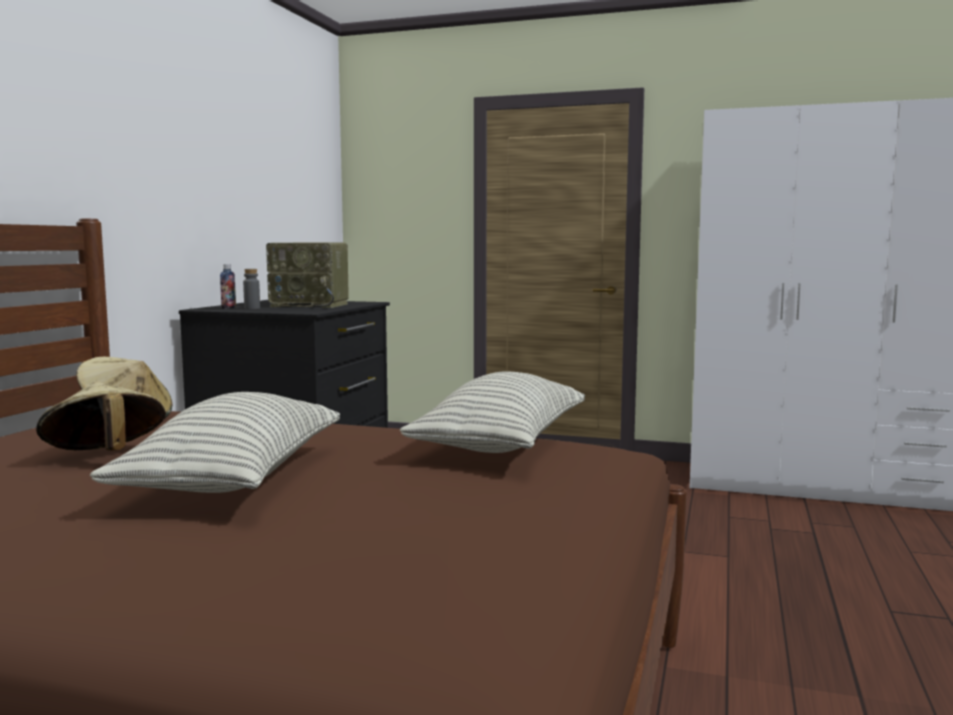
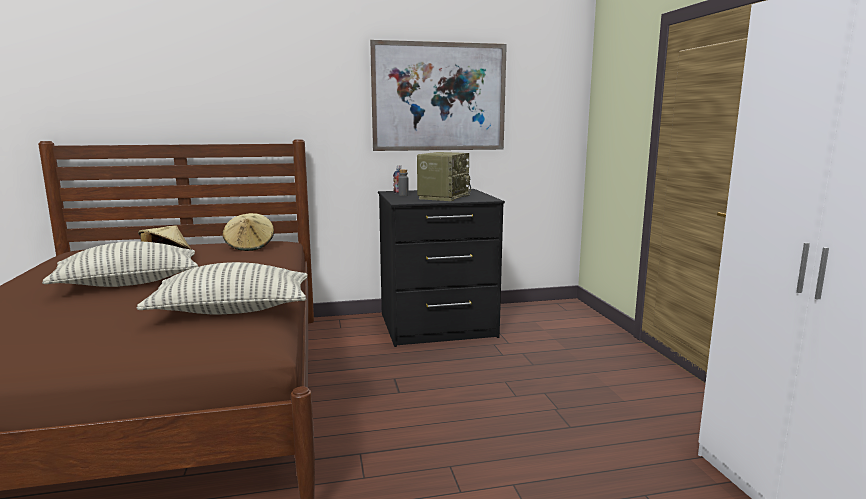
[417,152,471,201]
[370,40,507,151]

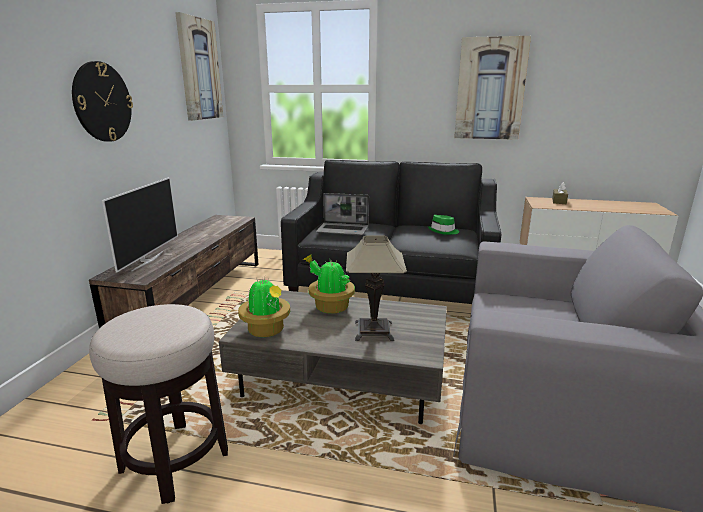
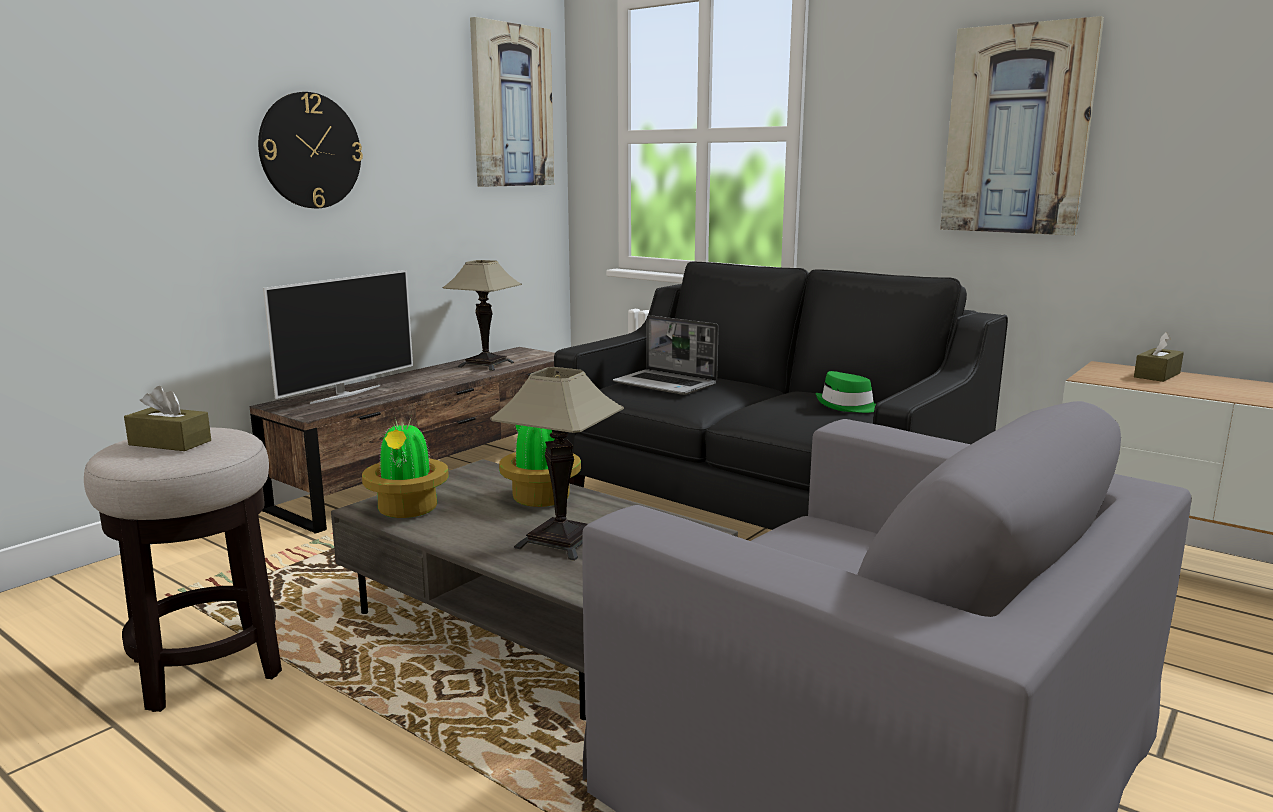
[442,260,522,371]
[124,386,211,451]

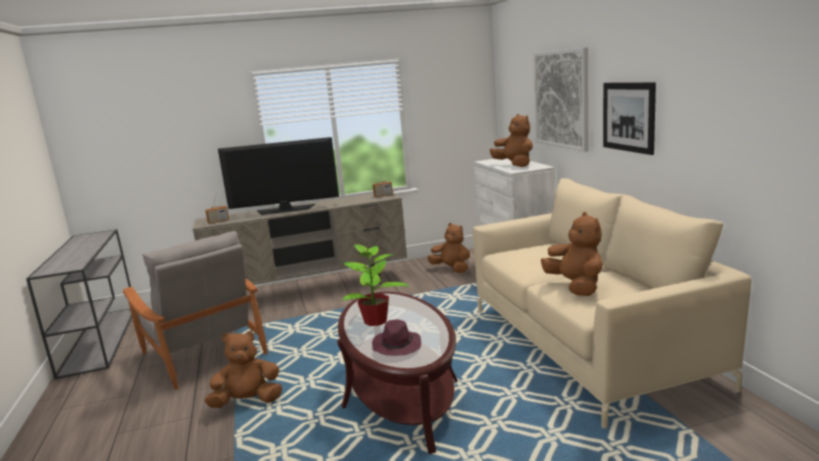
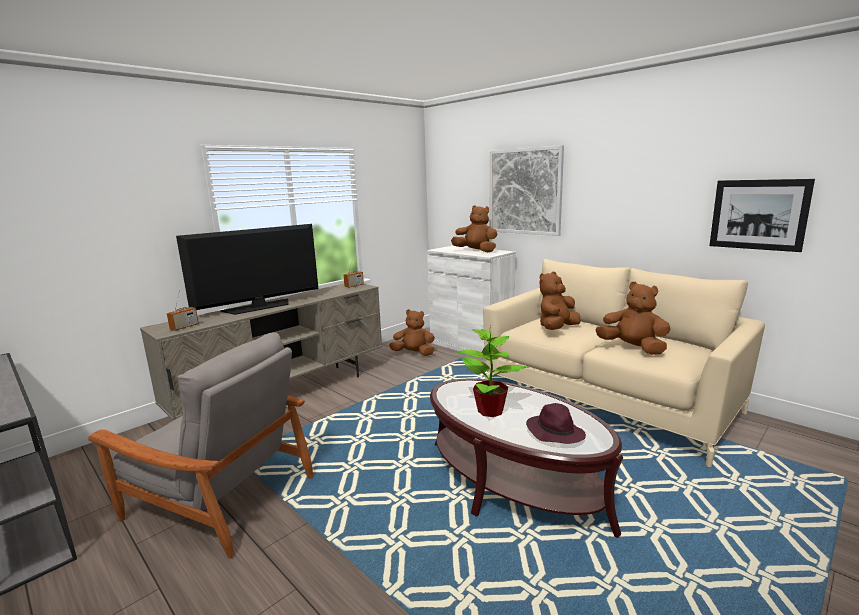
[709,179,815,252]
[539,272,581,330]

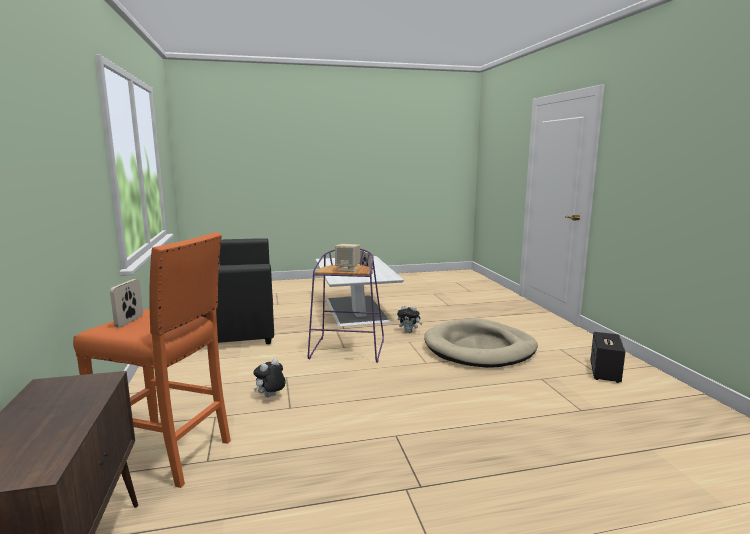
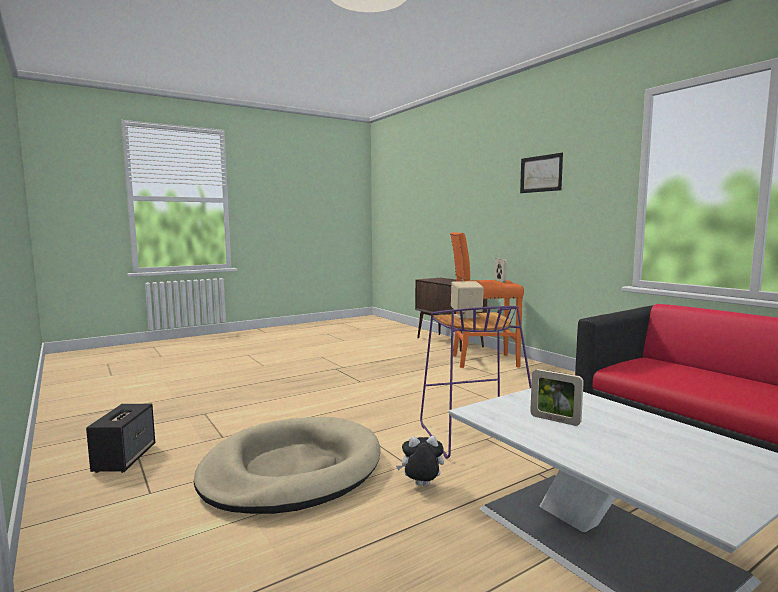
[253,359,286,397] (first image)
[520,153,563,193]

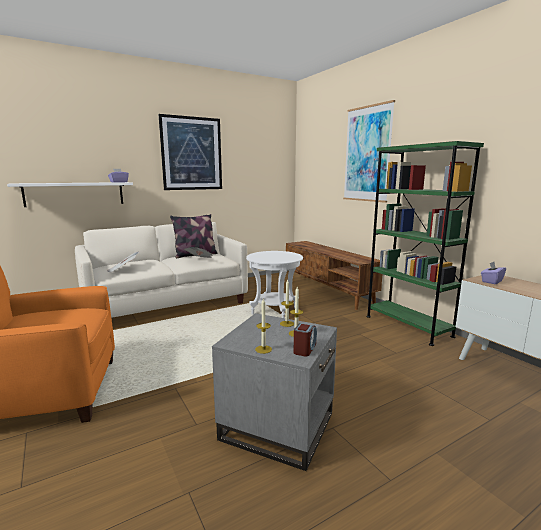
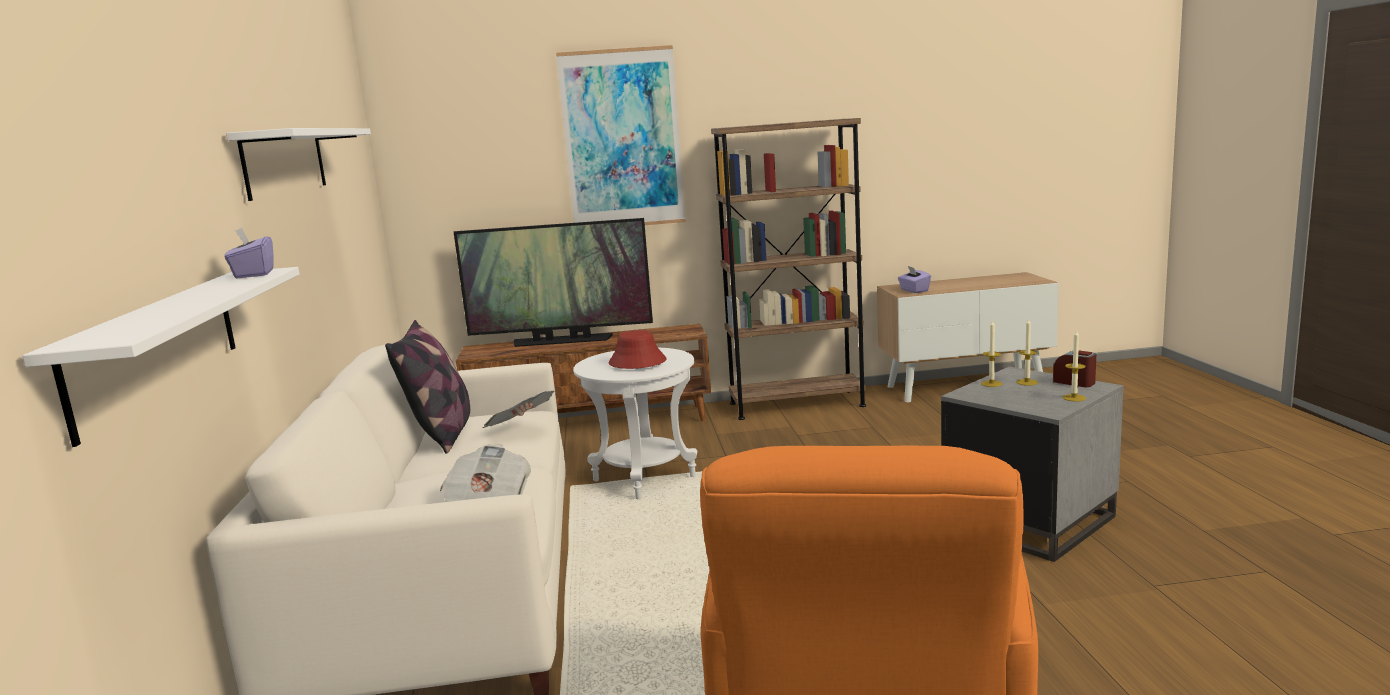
[226,128,371,201]
[711,118,866,420]
[454,218,653,347]
[608,330,667,369]

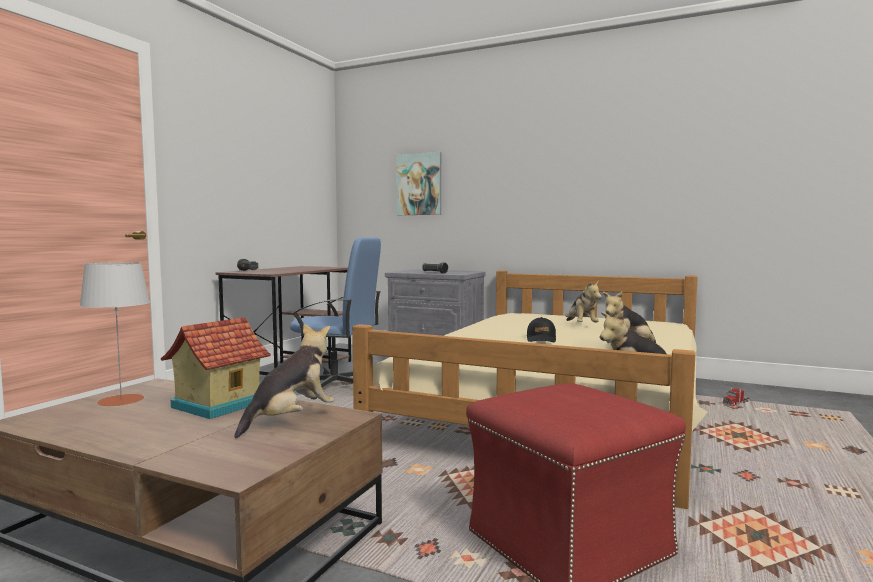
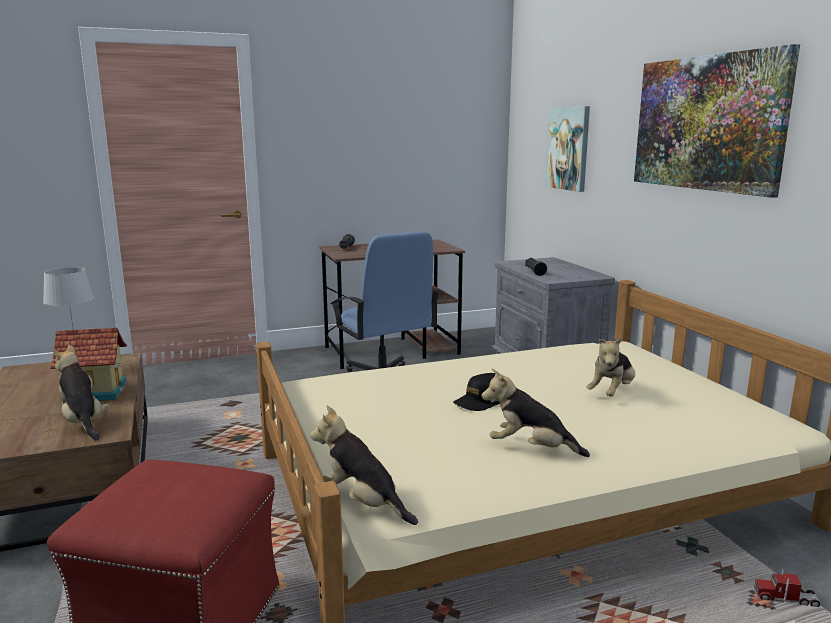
[52,345,109,440]
[634,44,800,198]

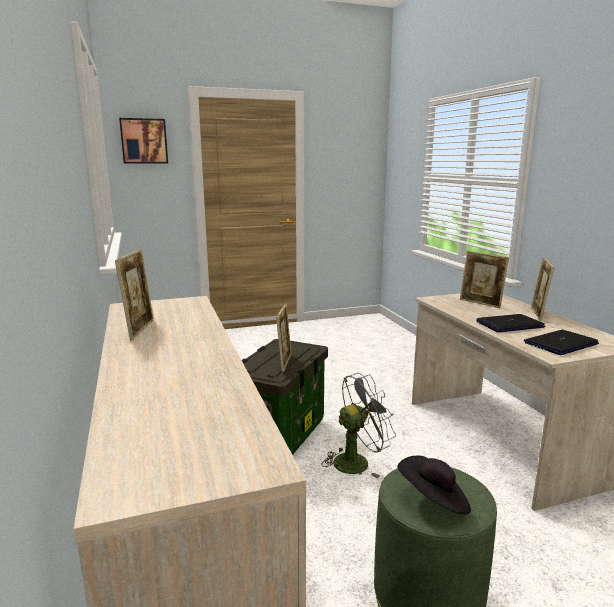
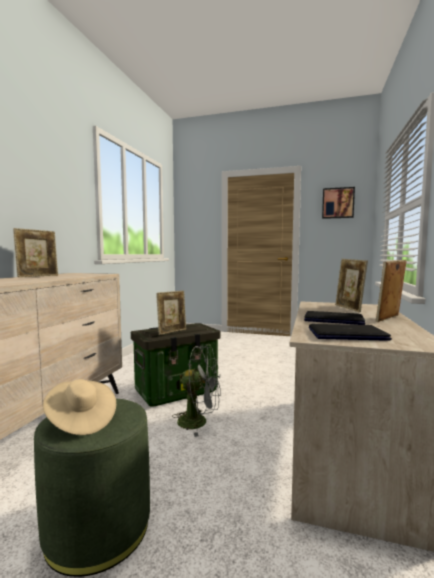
[322,187,355,219]
[43,379,116,435]

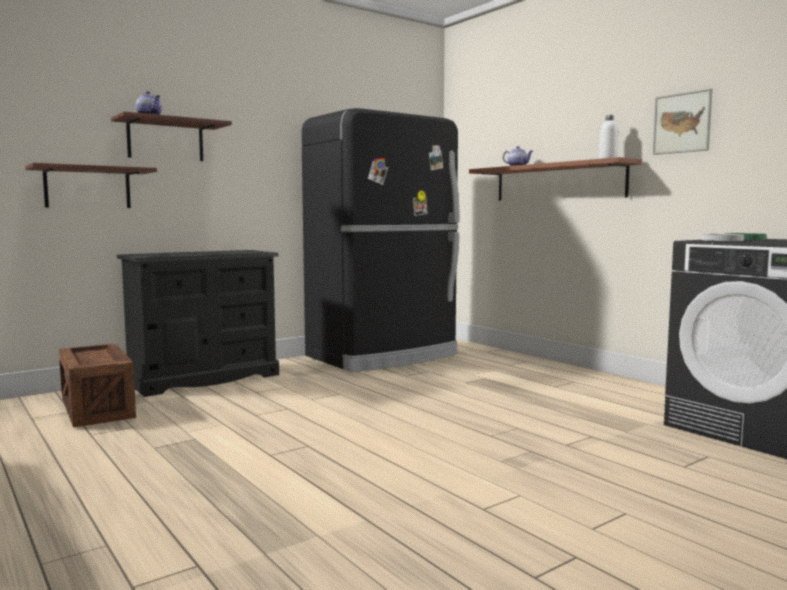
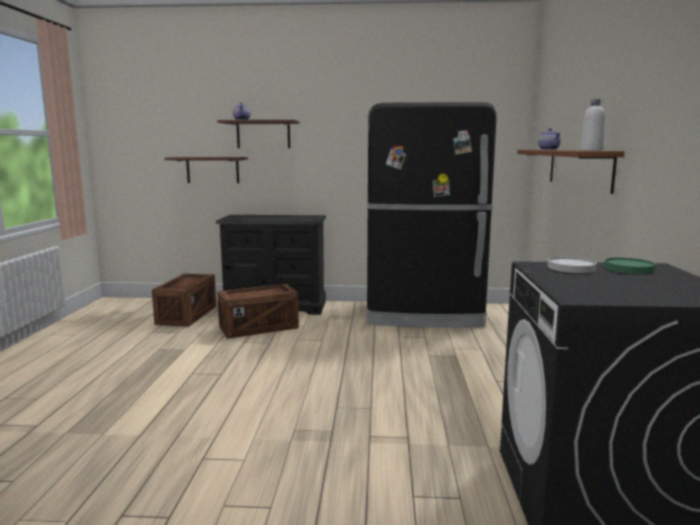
[653,89,712,155] (first image)
[217,284,299,339]

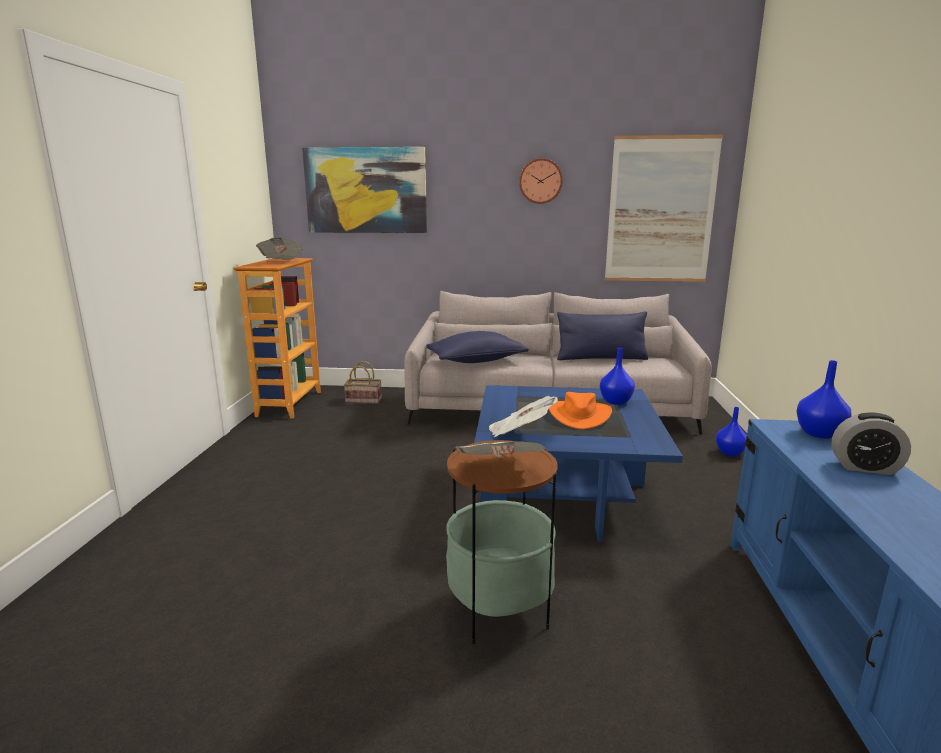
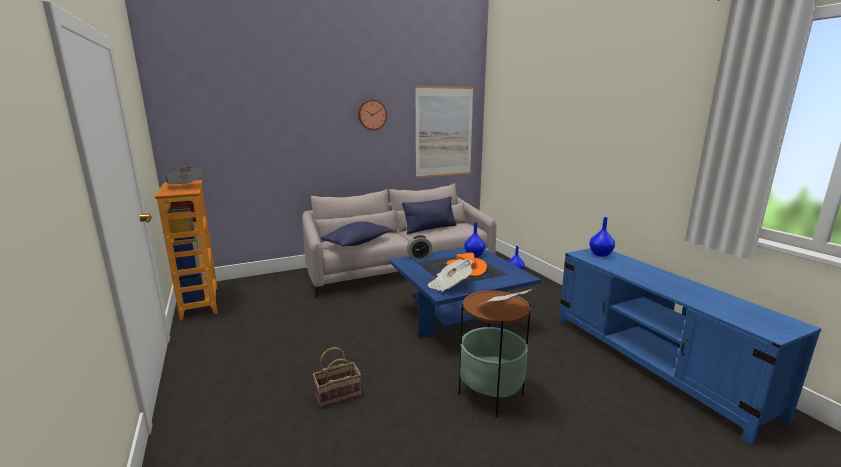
[302,147,427,233] (first image)
[313,347,361,408]
[407,235,433,259]

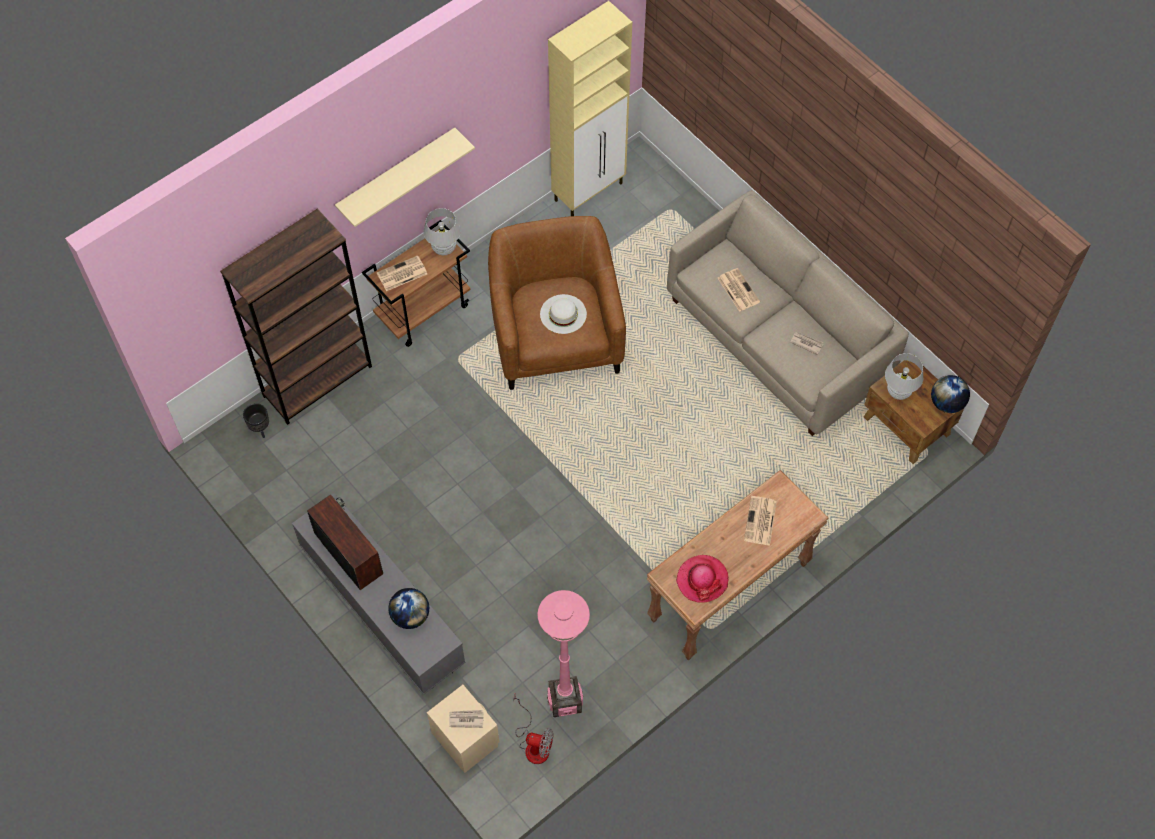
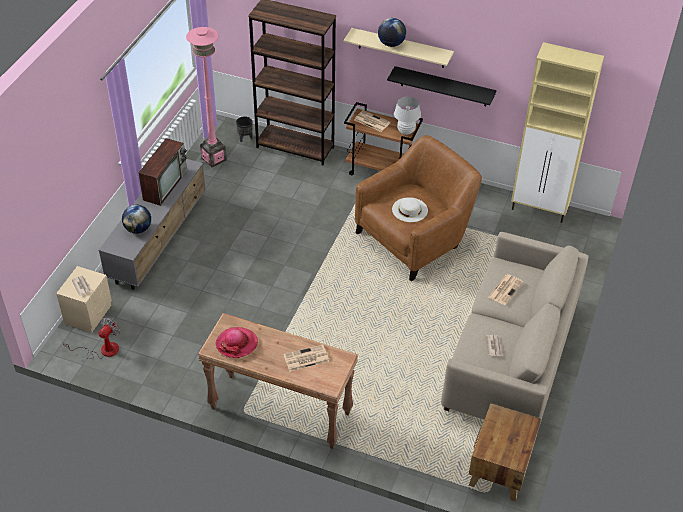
[885,353,923,400] (first image)
[378,18,406,47]
[186,27,227,167]
[63,317,120,359]
[387,66,497,106]

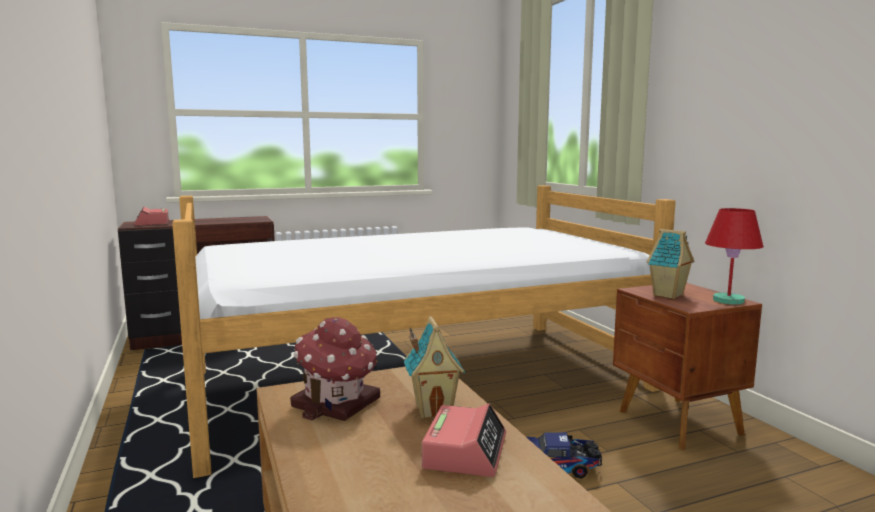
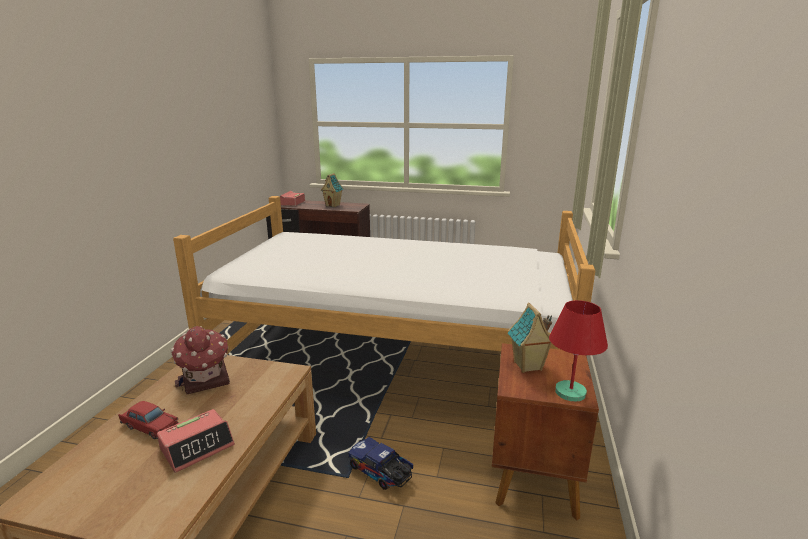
[321,173,344,207]
[118,401,179,439]

